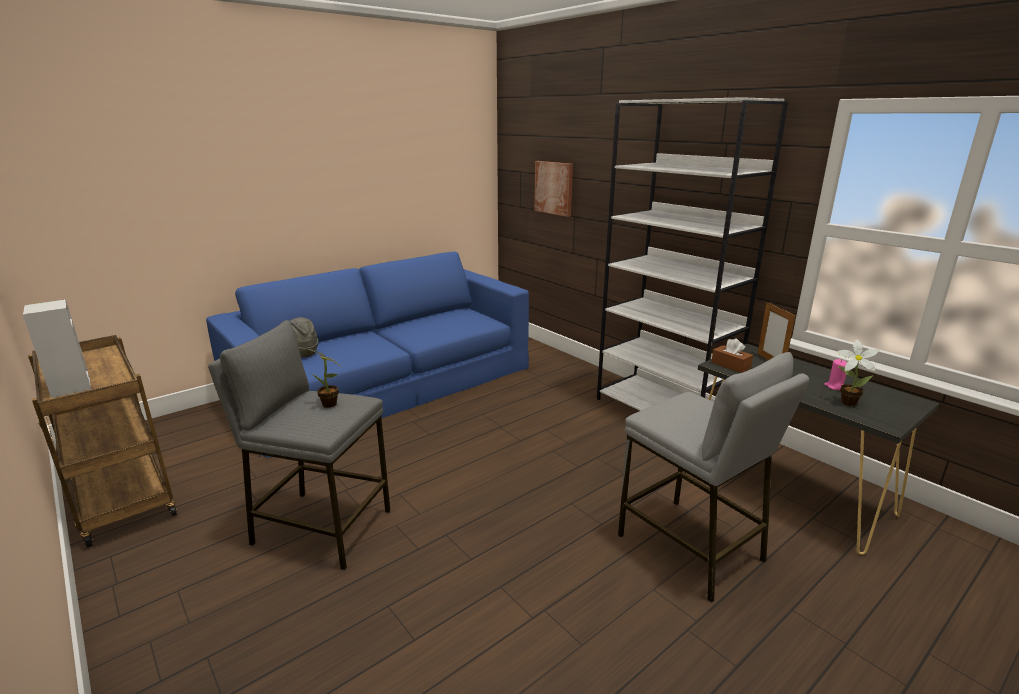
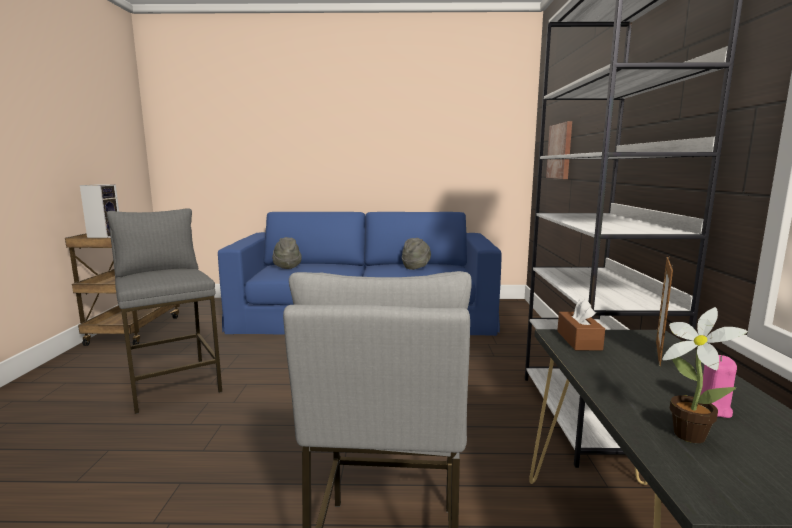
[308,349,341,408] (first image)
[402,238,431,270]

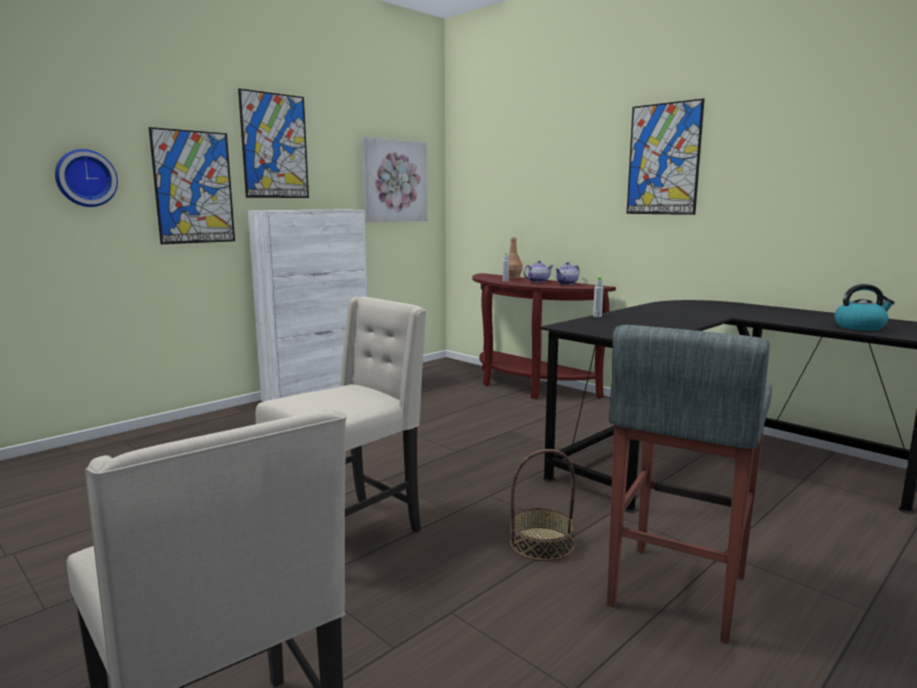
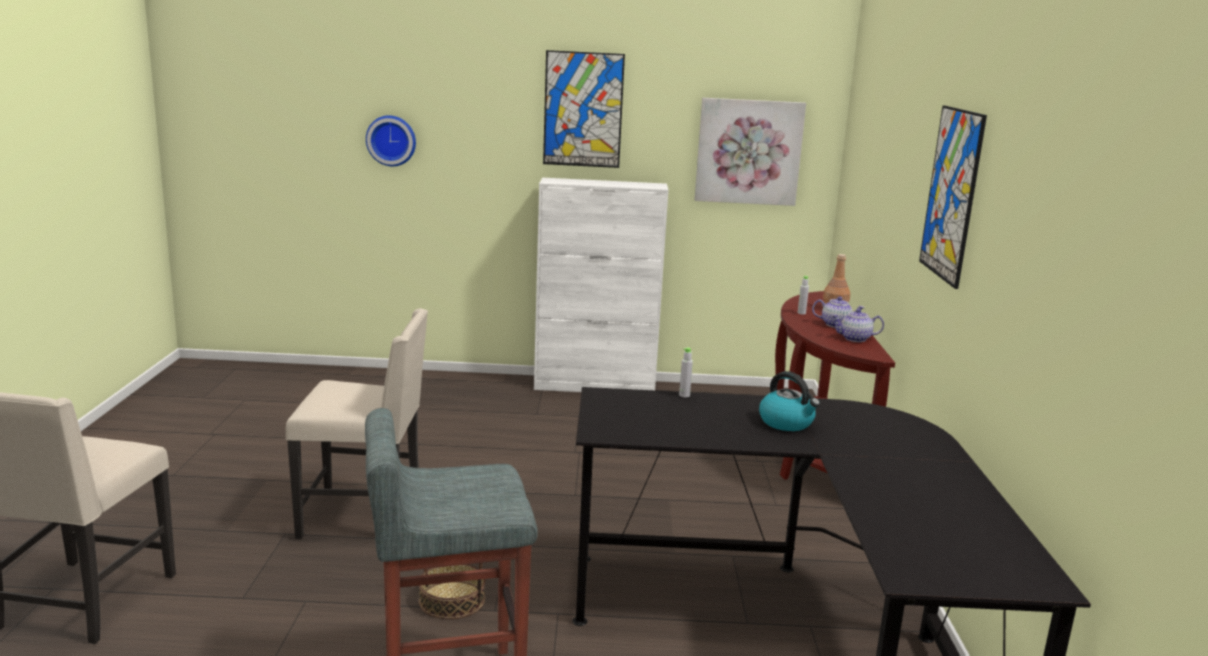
[149,127,235,244] (first image)
[759,371,820,431]

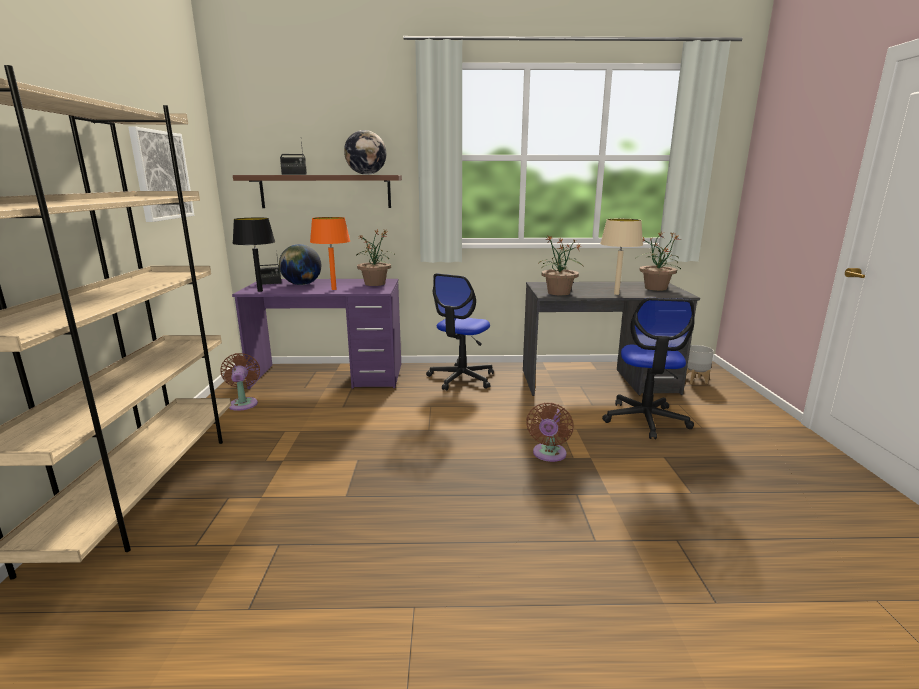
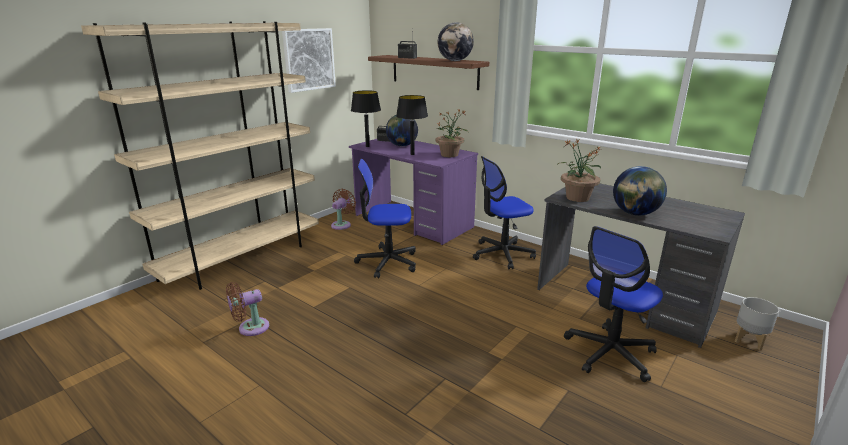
[396,95,428,155]
[613,166,667,215]
[635,232,681,291] (first image)
[226,282,269,336]
[354,159,416,278]

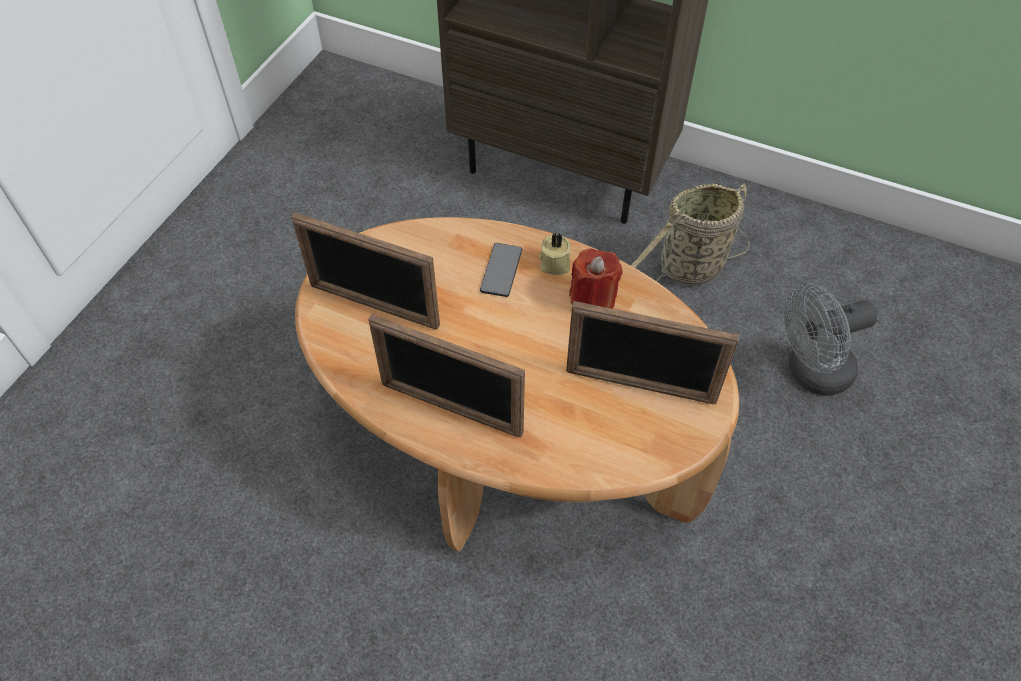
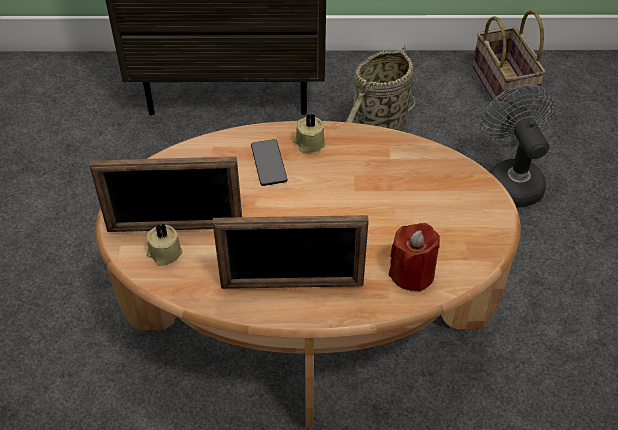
[389,223,440,292]
[481,84,555,207]
[566,301,739,404] (first image)
[473,10,546,107]
[146,223,182,266]

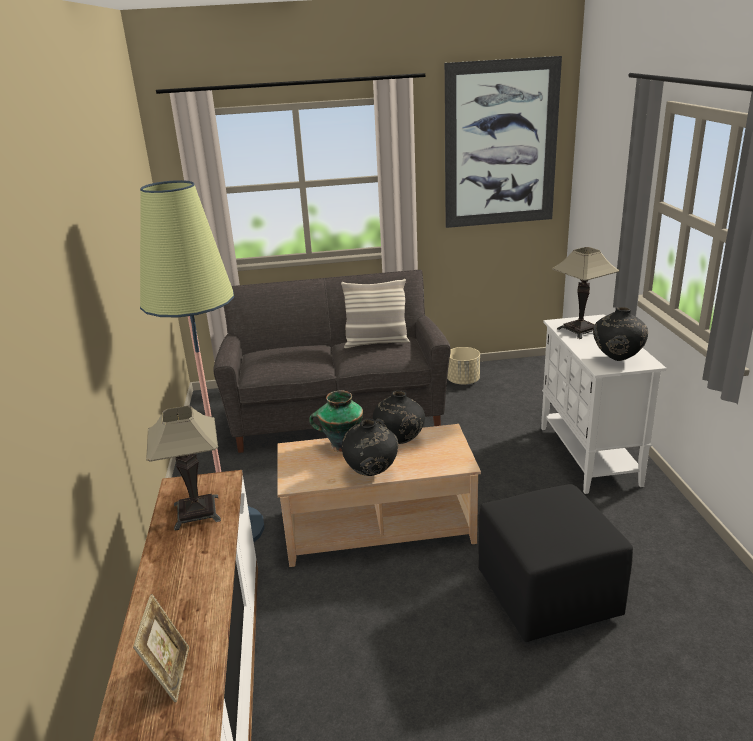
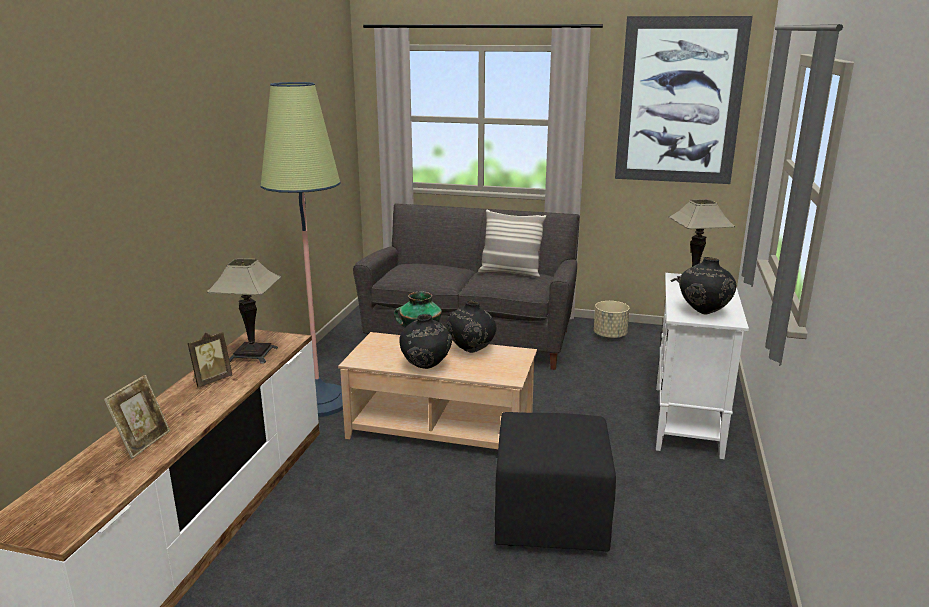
[188,332,232,388]

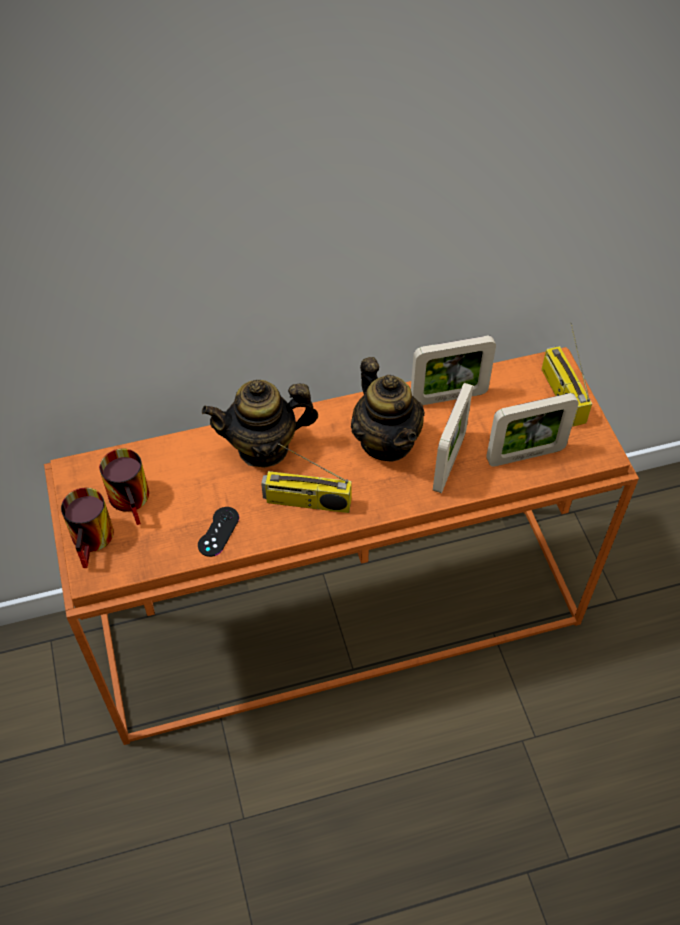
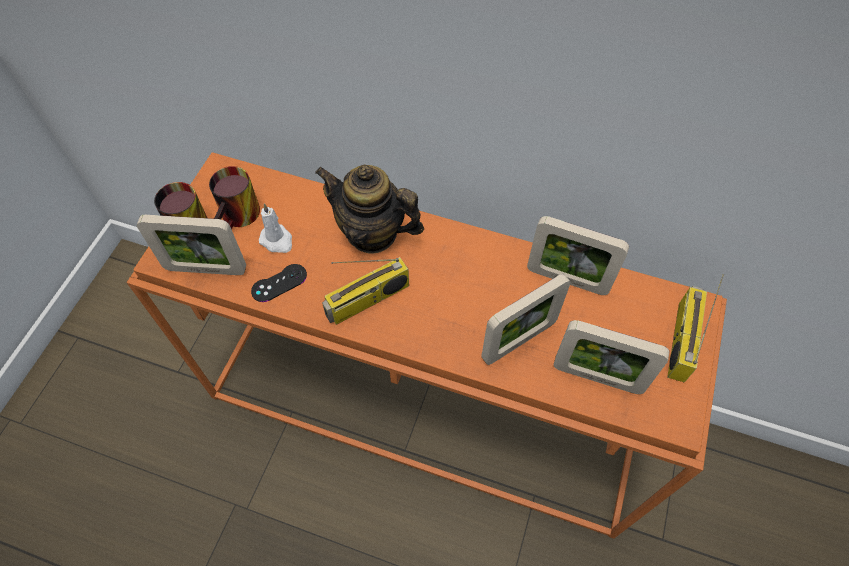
[351,357,425,461] (first image)
[322,257,409,325]
[259,203,292,253]
[137,215,246,275]

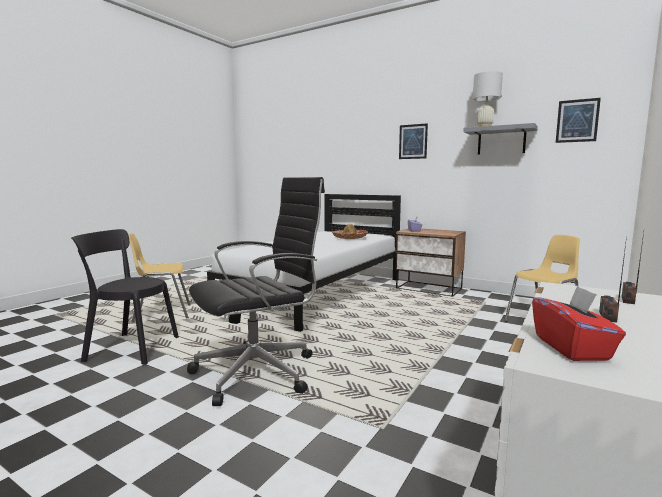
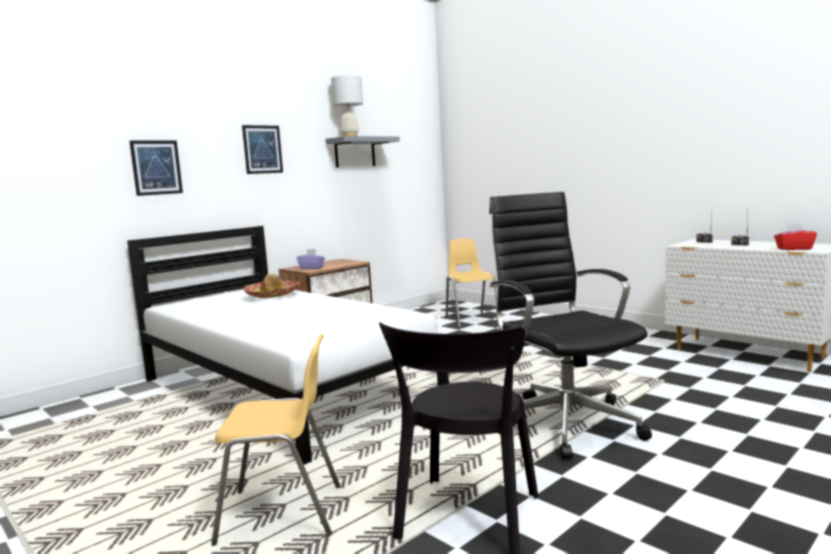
[129,141,183,196]
[211,333,341,546]

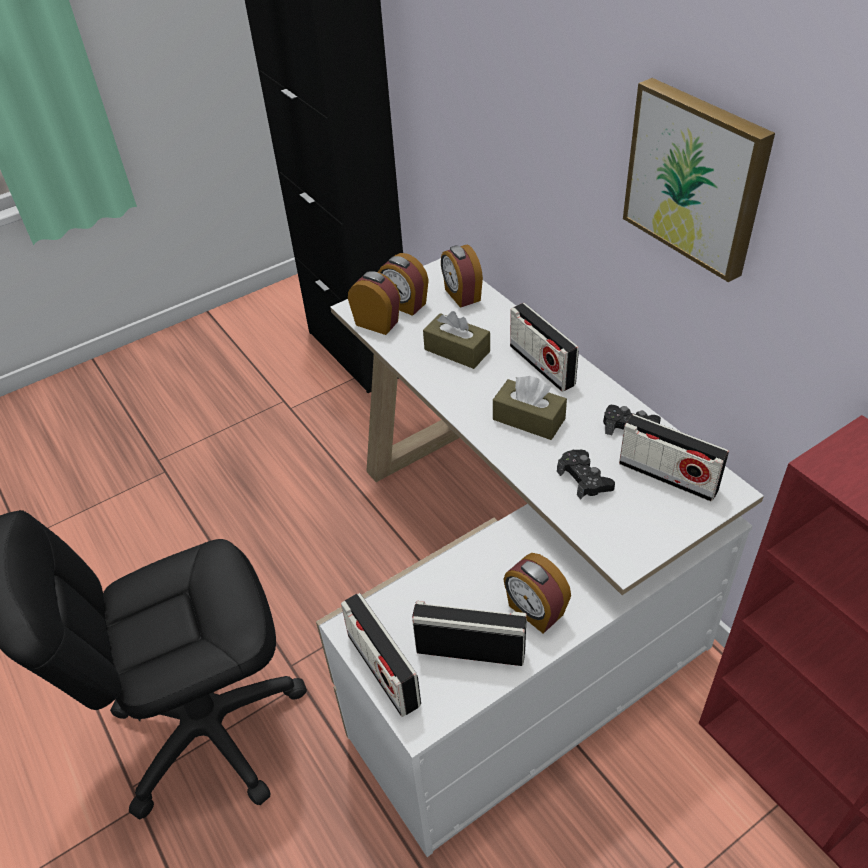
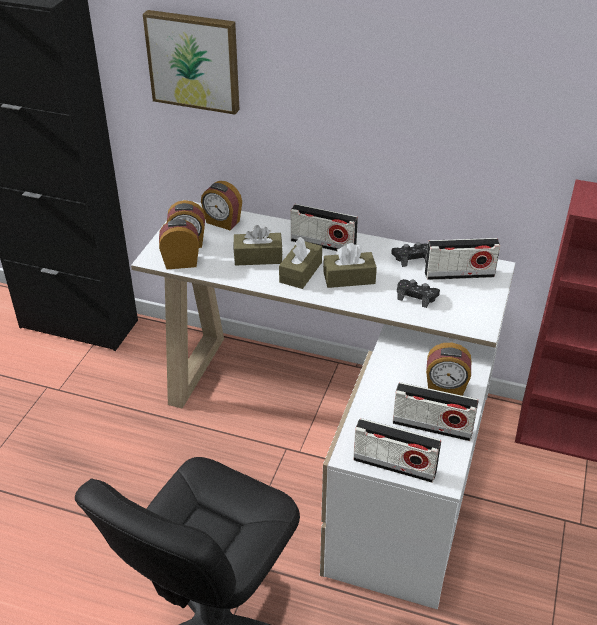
[143,10,240,115]
[392,382,479,441]
[279,237,322,289]

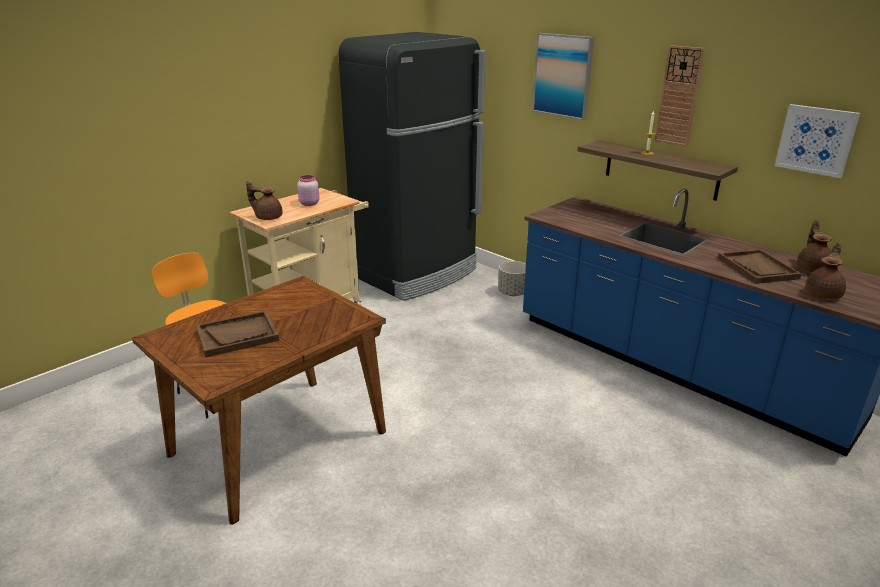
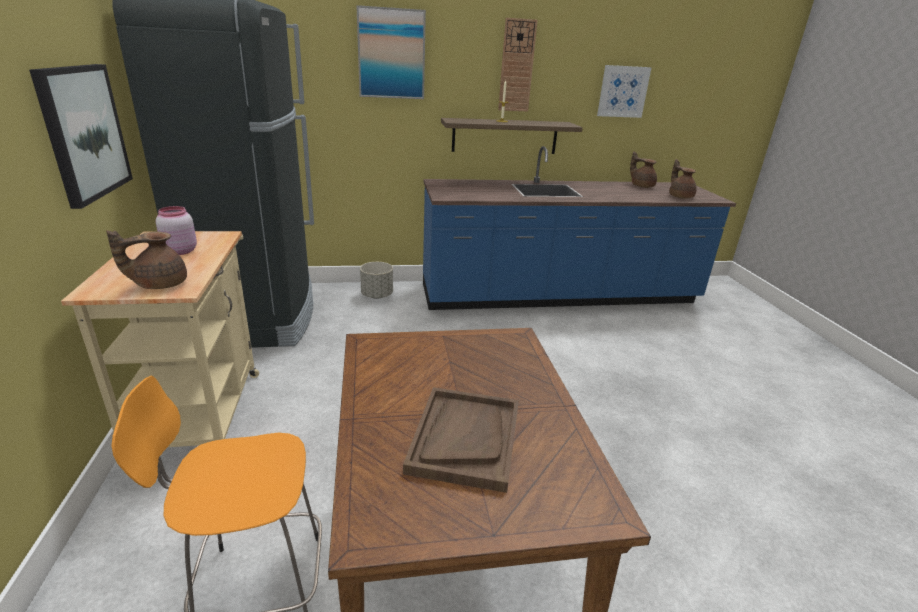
[718,249,802,284] (first image)
[29,64,133,209]

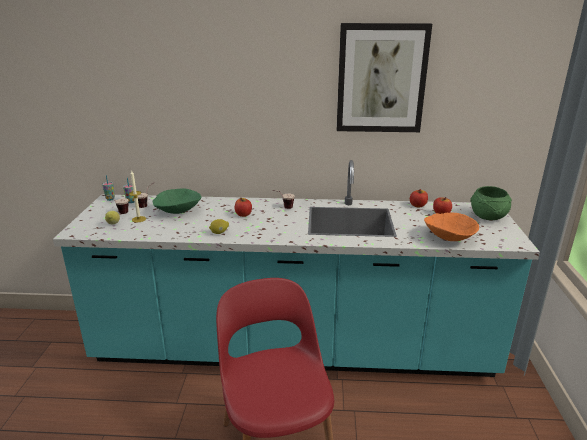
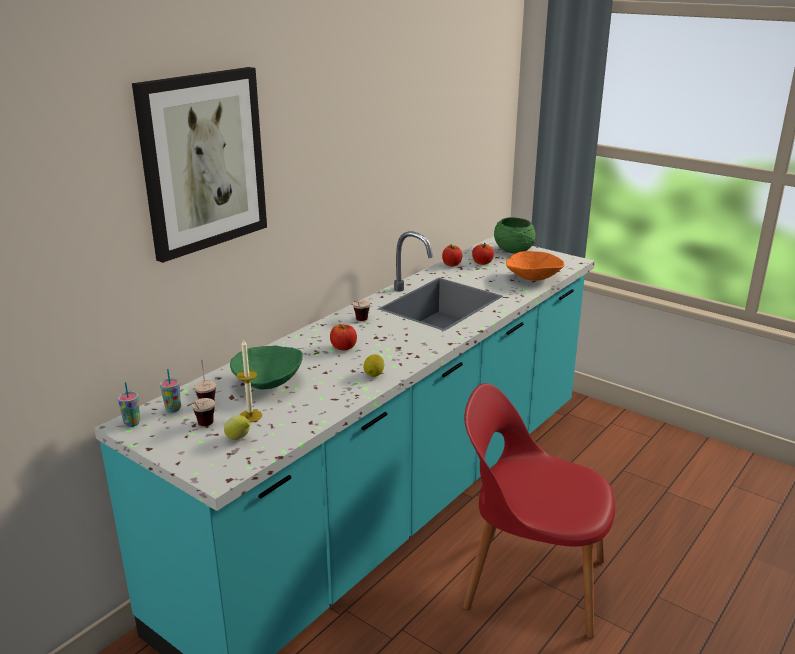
[132,67,267,263]

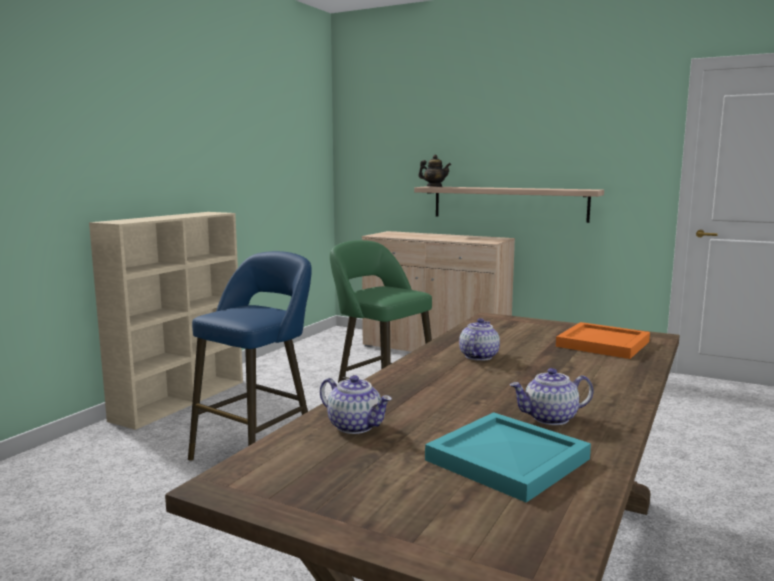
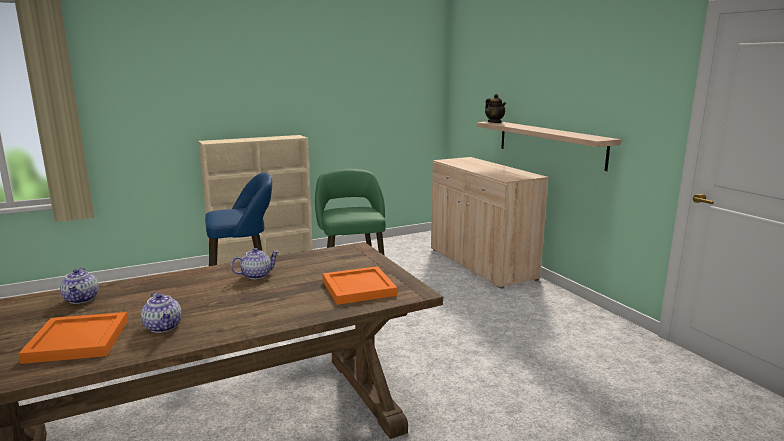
[141,292,182,333]
[18,312,128,364]

